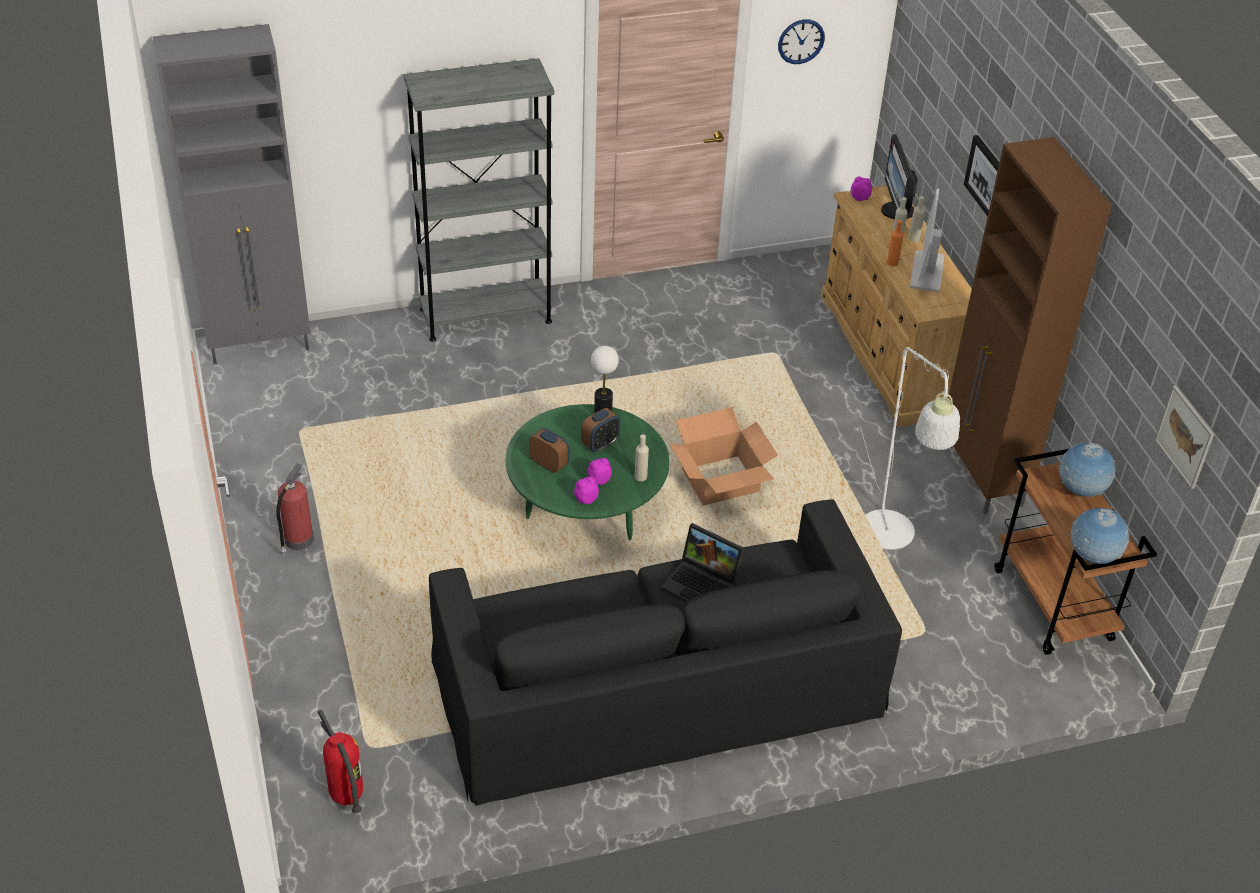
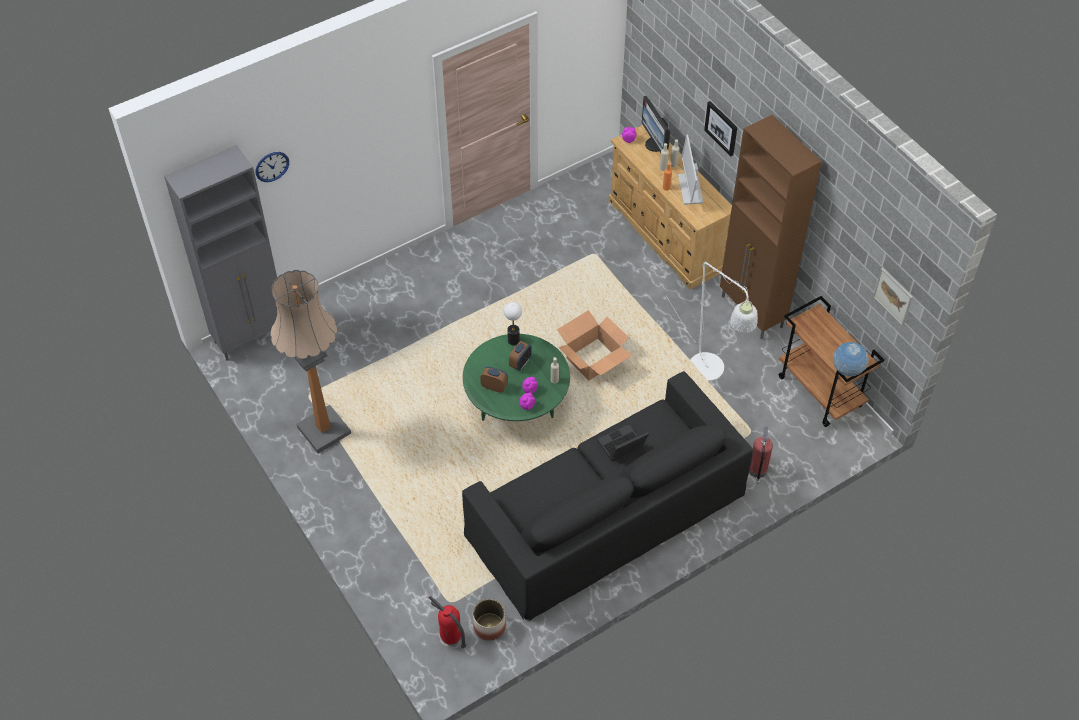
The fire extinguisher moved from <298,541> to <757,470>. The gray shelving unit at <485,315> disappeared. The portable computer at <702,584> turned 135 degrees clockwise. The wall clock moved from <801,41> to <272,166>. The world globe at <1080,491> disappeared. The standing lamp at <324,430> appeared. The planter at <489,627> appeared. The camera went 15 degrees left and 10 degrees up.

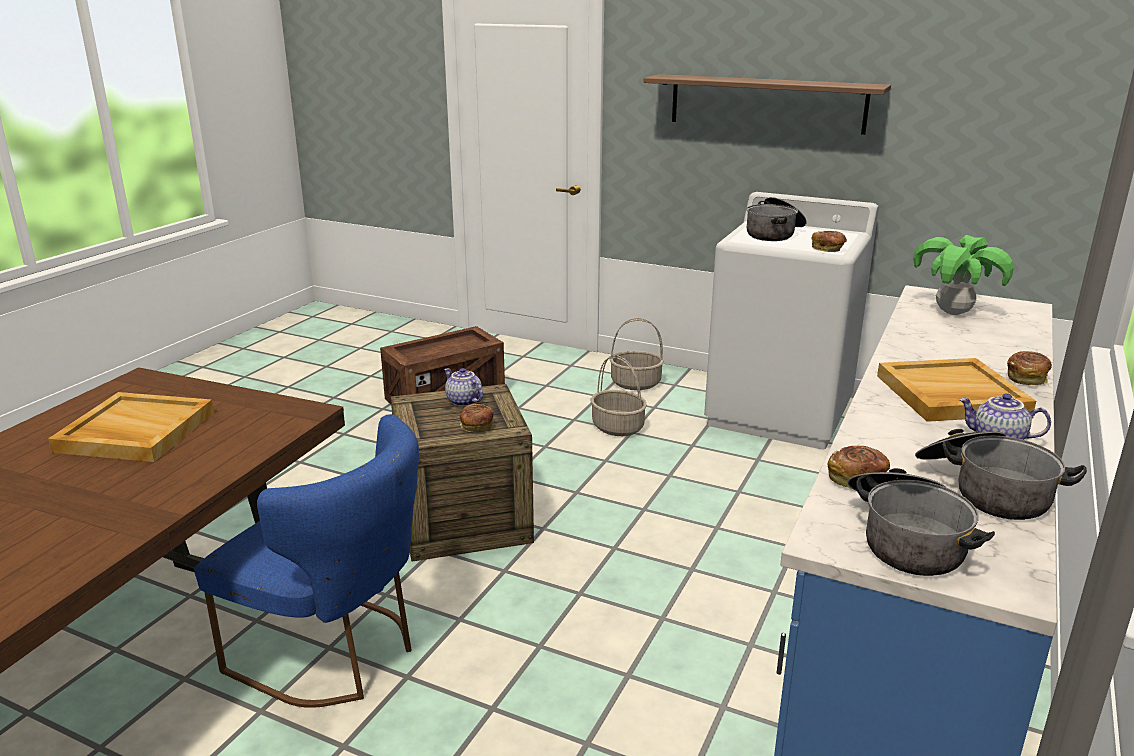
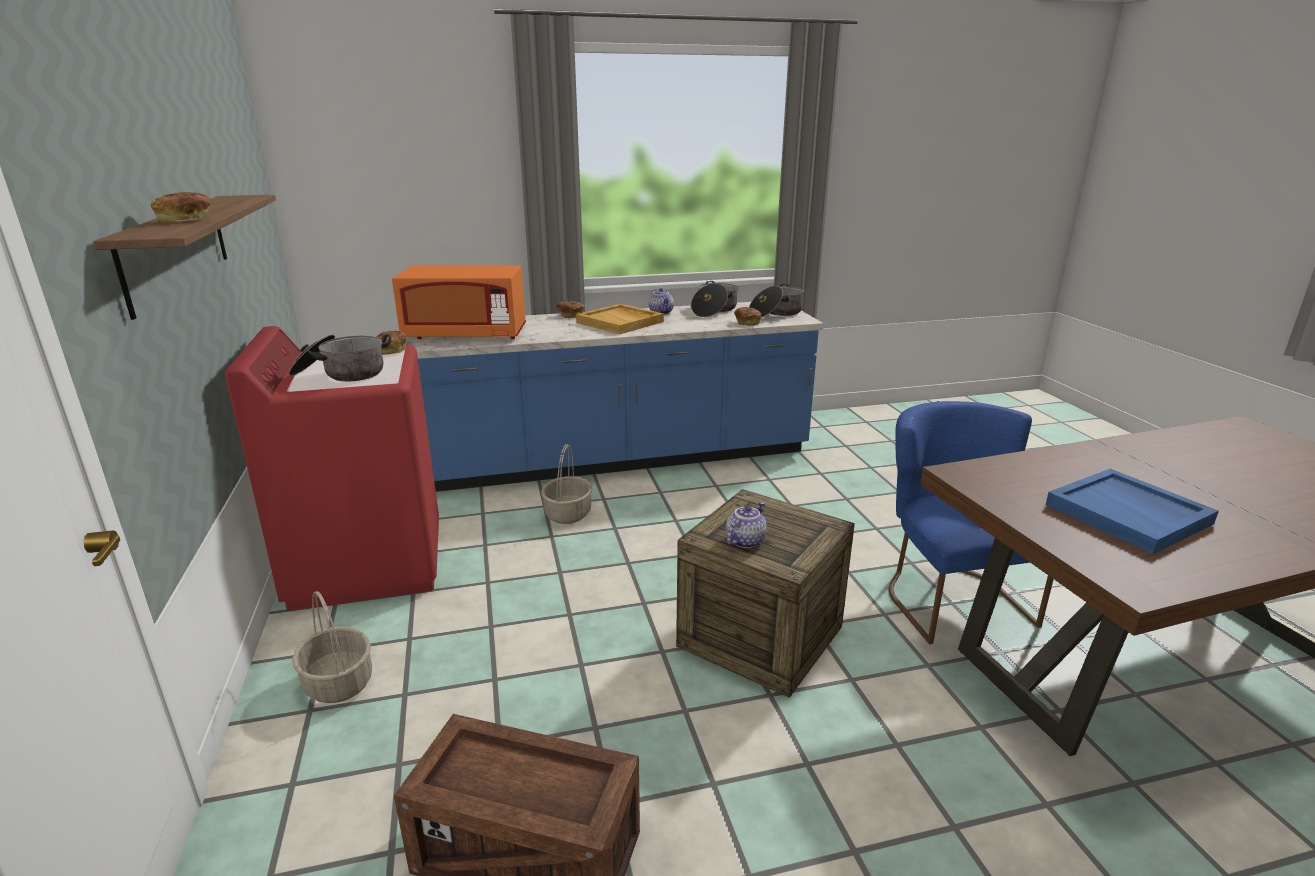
The beige serving tray at <134,432> became the blue-coloured serving tray at <1129,514>. The tea pot at <463,401> turned 150 degrees counterclockwise. The bakery bread moved from <476,427> to <186,220>. The storage basket moved from <618,427> to <568,513>. The white washing machine at <780,413> became the red washing machine at <367,562>. The potted plant at <953,313> was replaced by the orangey kitchen microwave at <466,335>. The camera went 130 degrees left and 0 degrees up.

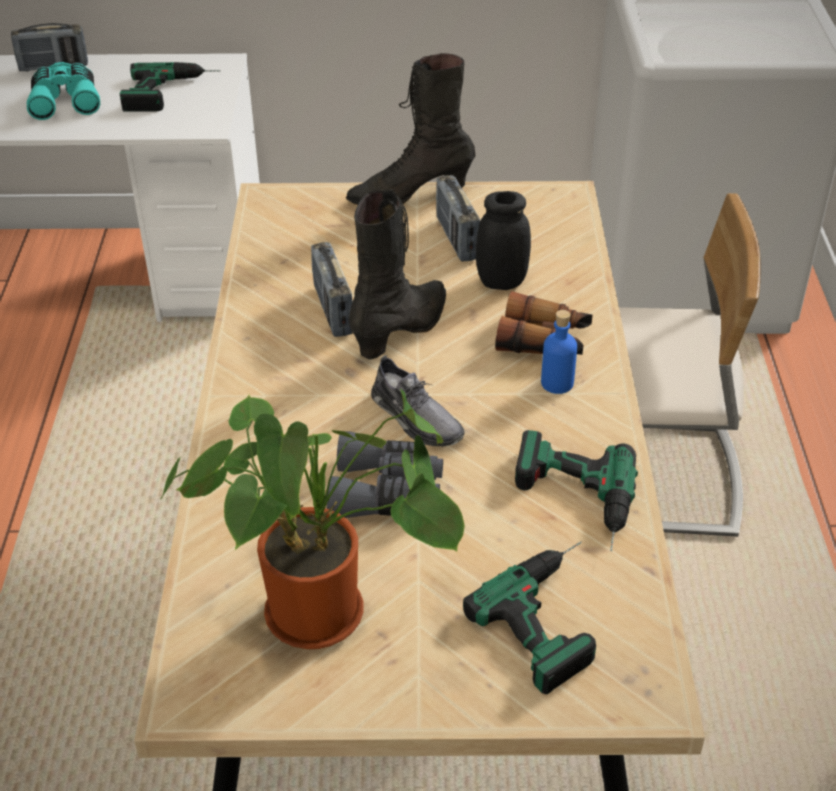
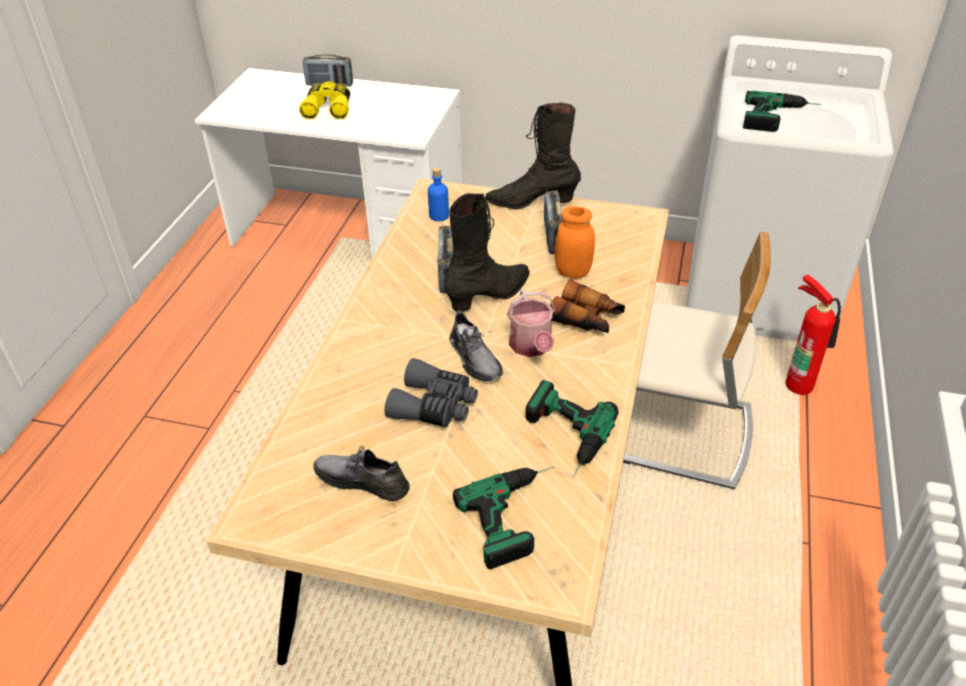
The turquoise field glasses at <65,101> became the yellow field glasses at <328,108>. The power drill moved from <172,92> to <781,117>. The potted plant at <326,612> was replaced by the gray low shoe at <362,480>. The black-coloured storage jar at <501,282> became the orangey storage jar at <572,272>. The blue-coloured beverage bottle moved from <557,383> to <439,215>. The watering can at <532,347> appeared. The fire extinguisher at <799,383> appeared. The camera went 15 degrees right and 0 degrees up.

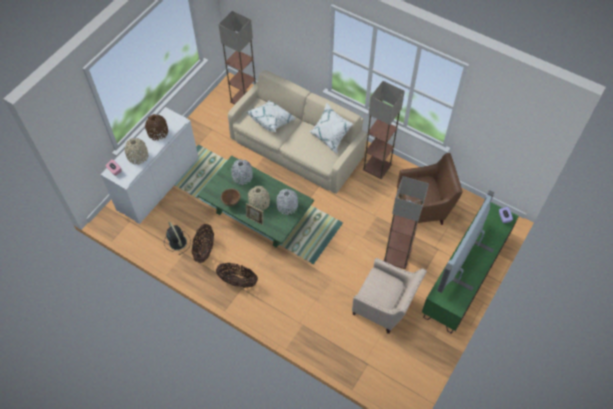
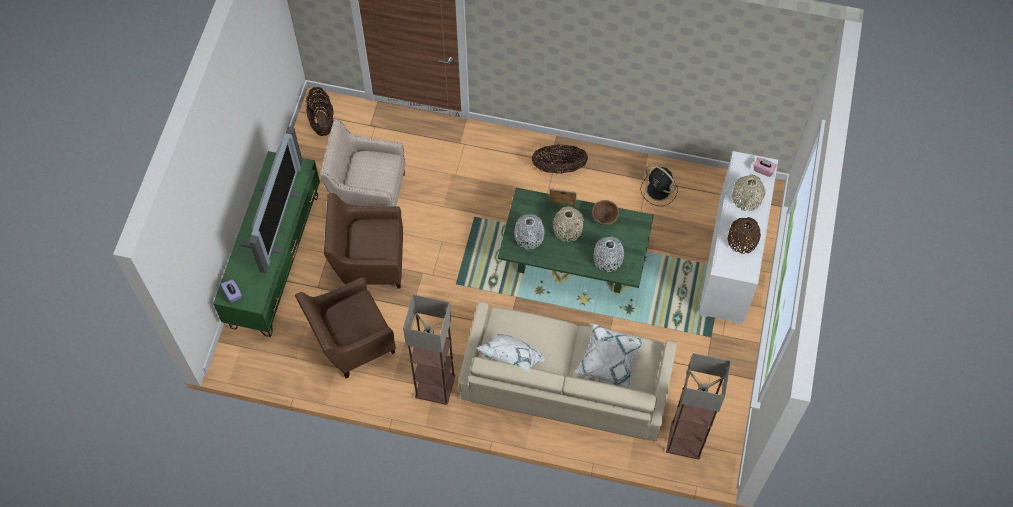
The storage basket moved from <204,249> to <322,121>. The standing lamp at <397,256> was replaced by the brown-coloured easy chair at <369,260>. The camera went 160 degrees right and 5 degrees up.

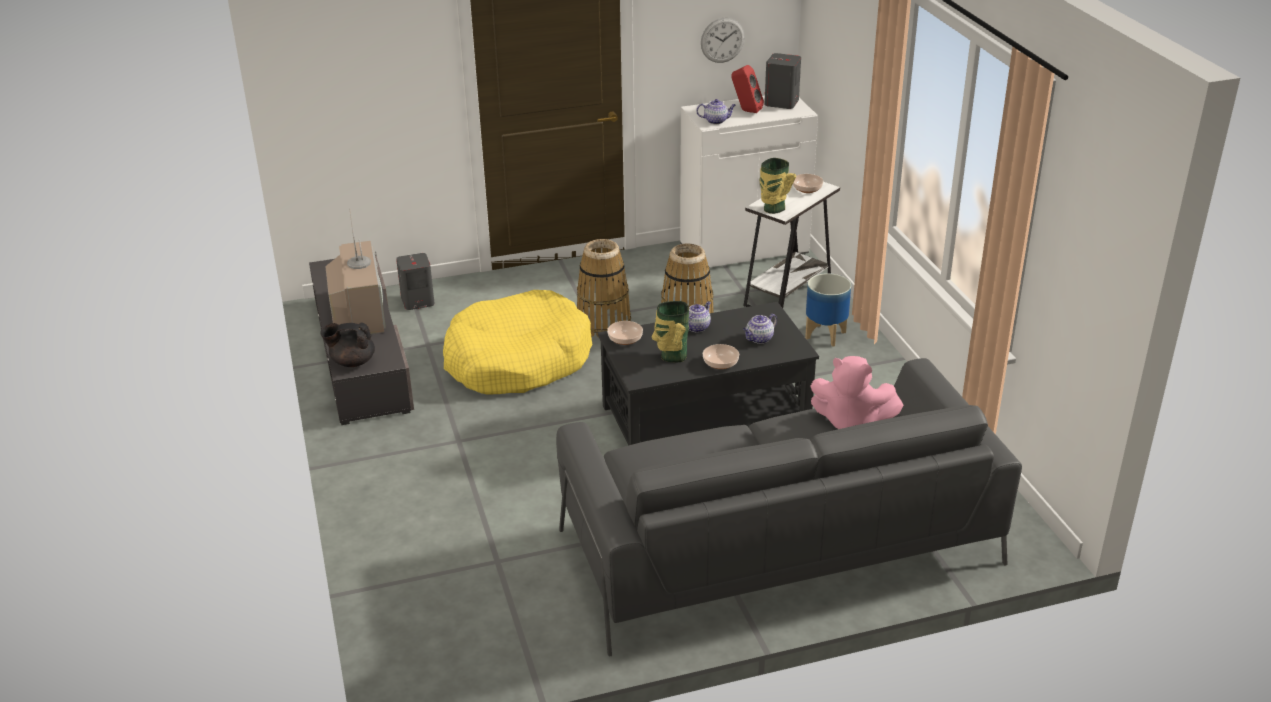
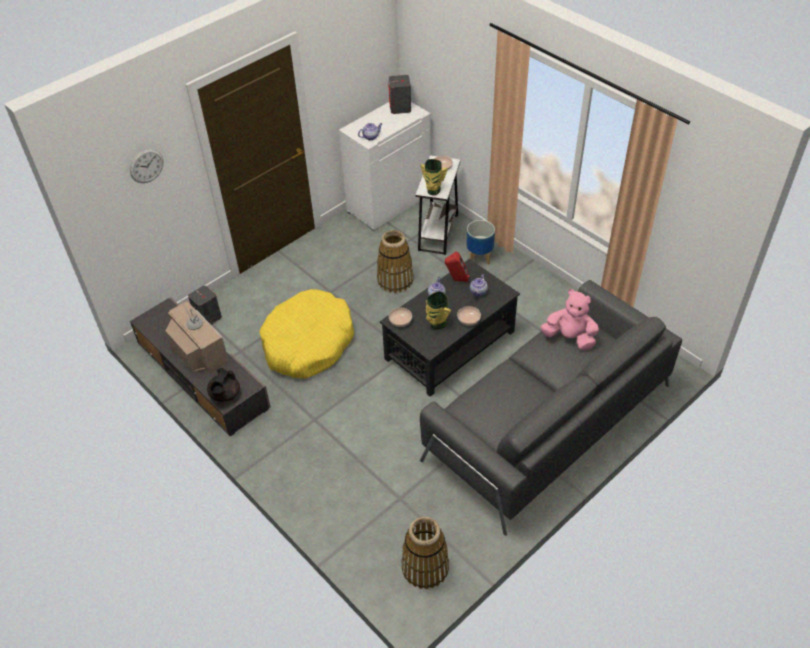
The black-coloured tea pot at <352,362> turned 45 degrees counterclockwise. The storage basket moved from <603,323> to <425,567>. The wall clock moved from <722,40> to <146,166>. The red loudspeaker moved from <746,111> to <456,280>. The pinkish cuddly toy at <851,422> turned 150 degrees counterclockwise. The camera went 25 degrees left and 15 degrees up.

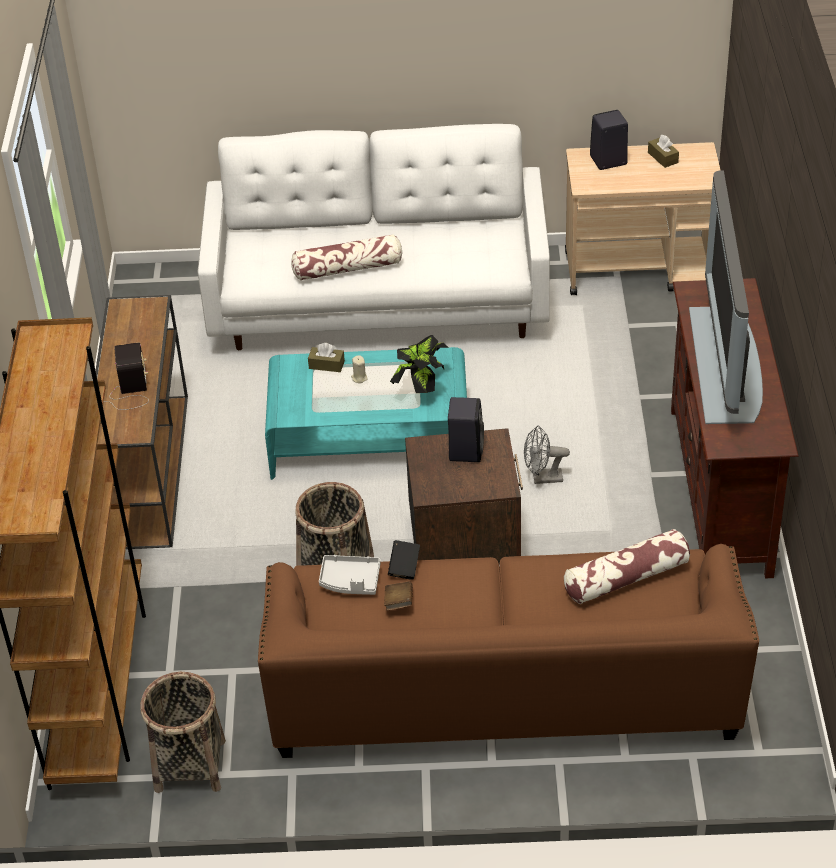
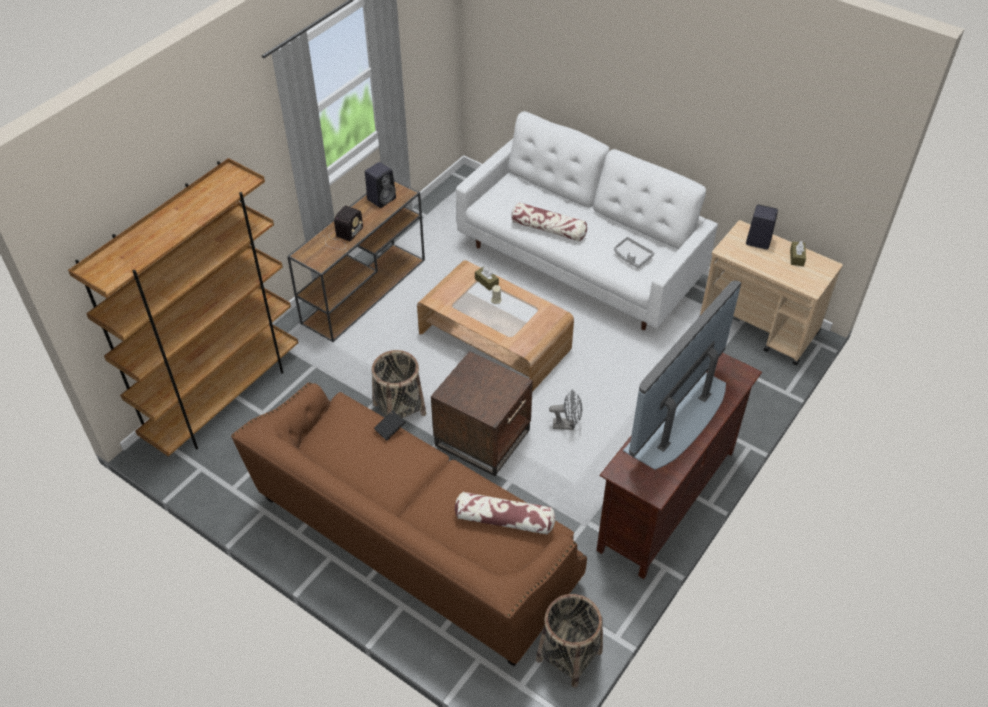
The storage basket moved from <190,765> to <568,656>. The turquoise coffee table at <370,439> became the brown-coloured coffee table at <494,341>. The gray serving tray moved from <350,581> to <632,256>. The brown-coloured volume at <398,602> disappeared. The potted plant at <421,387> disappeared. The black-coloured loudspeaker moved from <465,449> to <382,198>. The gray cooling fan at <542,478> turned 150 degrees clockwise. The camera went 35 degrees right and 5 degrees up.

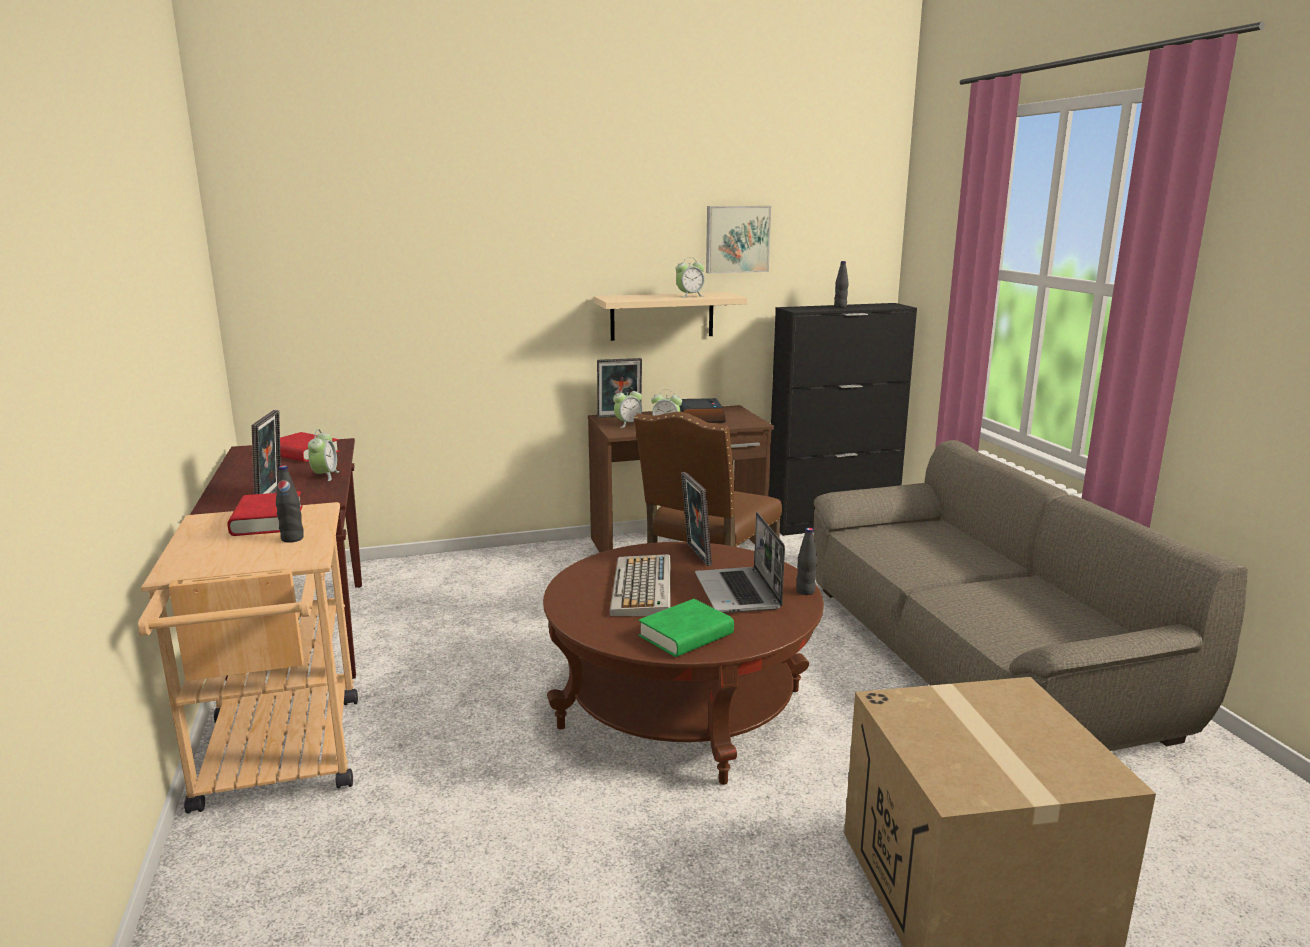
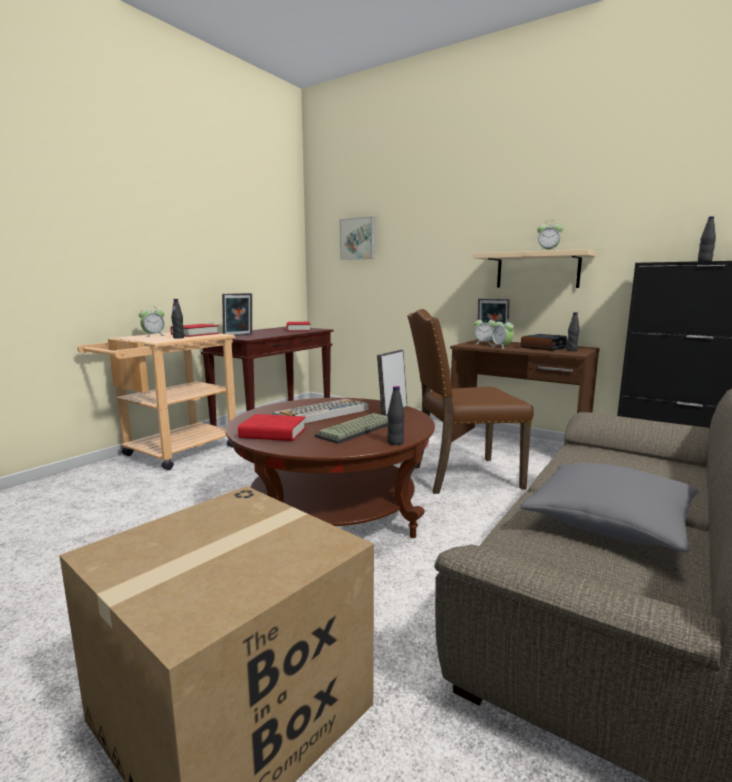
The table clock moved from <325,476> to <153,335>. The green-coloured volume at <686,635> became the red volume at <273,433>. The portable computer at <739,592> was replaced by the keyboard at <357,430>. The picture moved from <737,239> to <358,239>. The gray pillow at <609,523> appeared. The black-coloured beverage bottle at <571,350> appeared. The camera went 50 degrees right and 5 degrees down.

